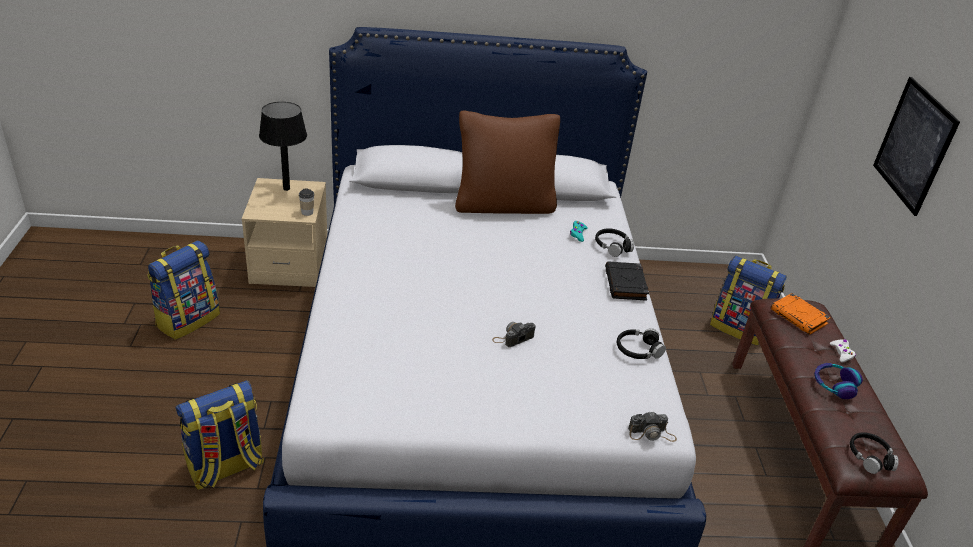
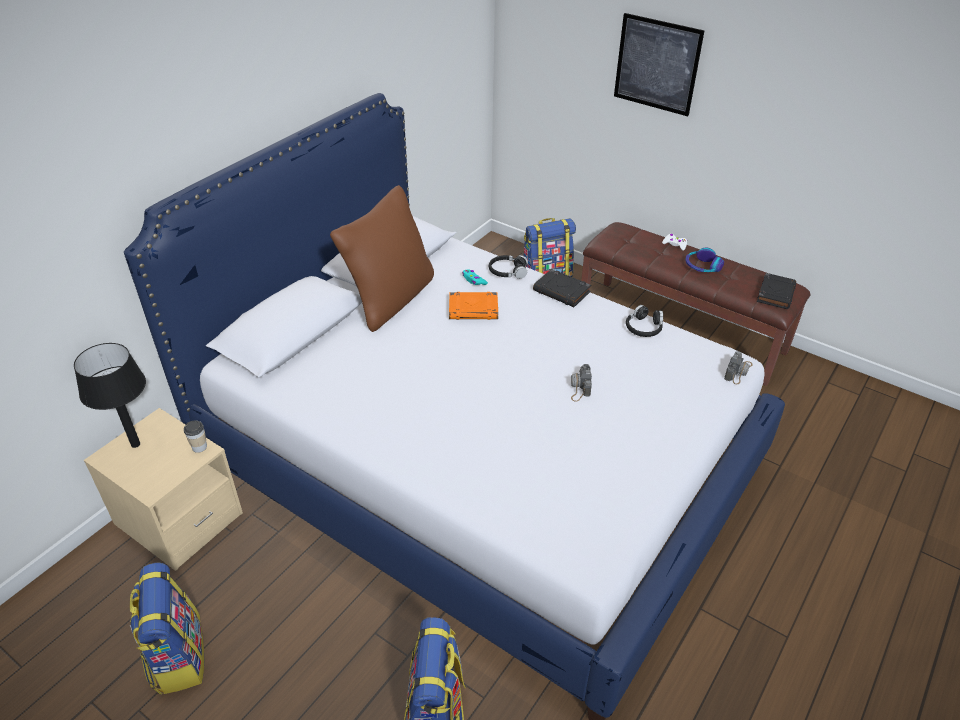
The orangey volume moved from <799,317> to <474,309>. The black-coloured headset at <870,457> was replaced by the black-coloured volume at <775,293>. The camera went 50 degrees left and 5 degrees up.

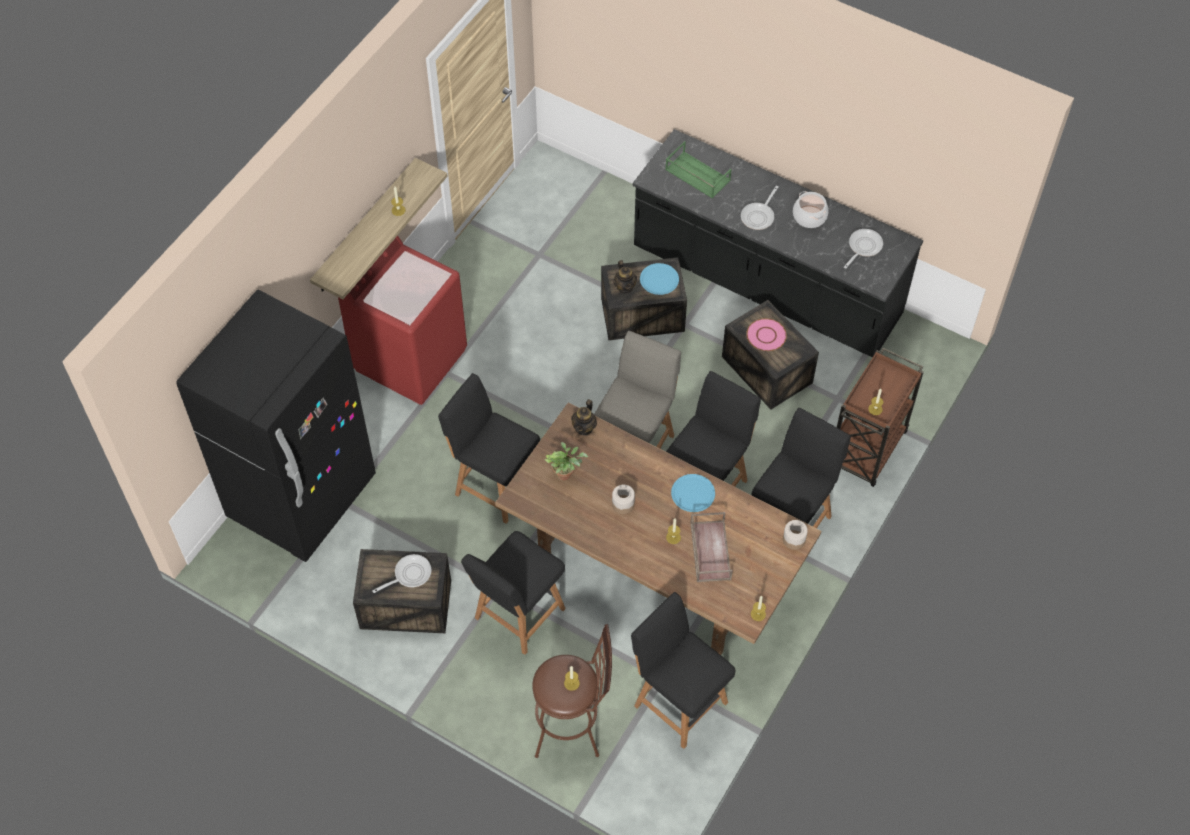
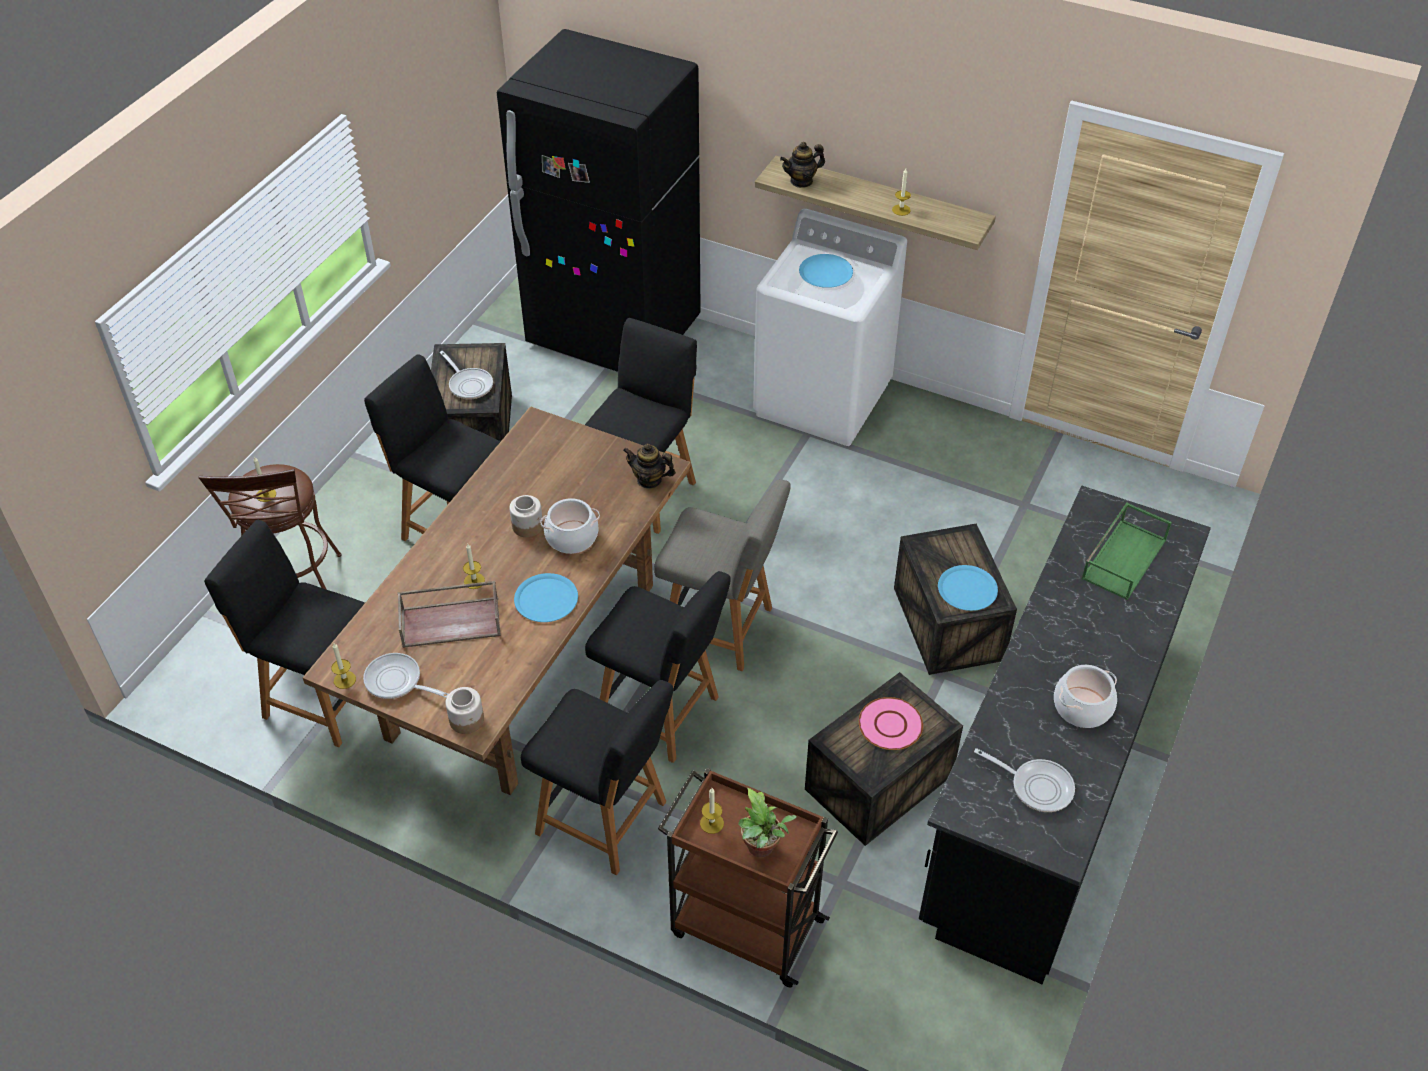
The red washing machine at <411,358> became the white washing machine at <823,399>. The potted plant moved from <566,473> to <762,849>. The tea pot moved from <625,287> to <801,181>. The black-coloured upright chair at <678,702> turned 105 degrees counterclockwise. The pan moved from <759,216> to <397,682>. The saucepot at <571,537> appeared. The blue-coloured plate at <825,272> appeared. The camera went 85 degrees right and 10 degrees down.

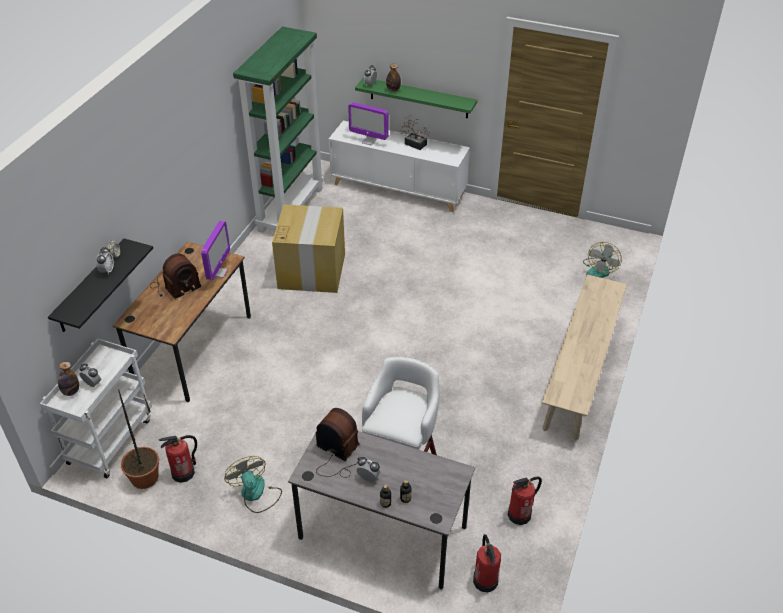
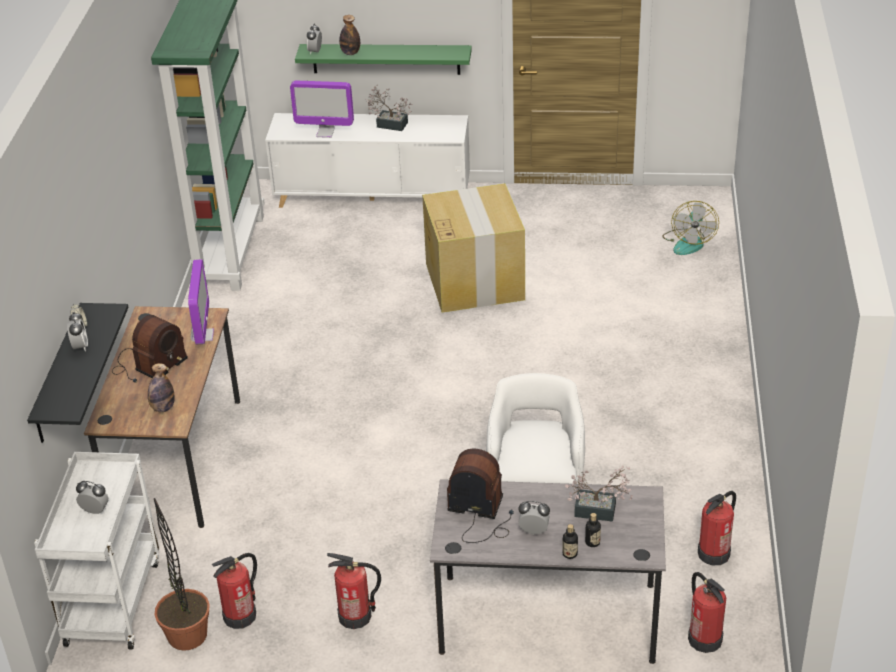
The beverage bottle moved from <71,392> to <163,408>. The cooling fan at <256,494> was replaced by the fire extinguisher at <355,616>. The carton moved from <312,270> to <474,281>. The beige indoor bench at <580,372> disappeared. The potted plant at <600,511> appeared. The camera went 15 degrees left and 5 degrees down.

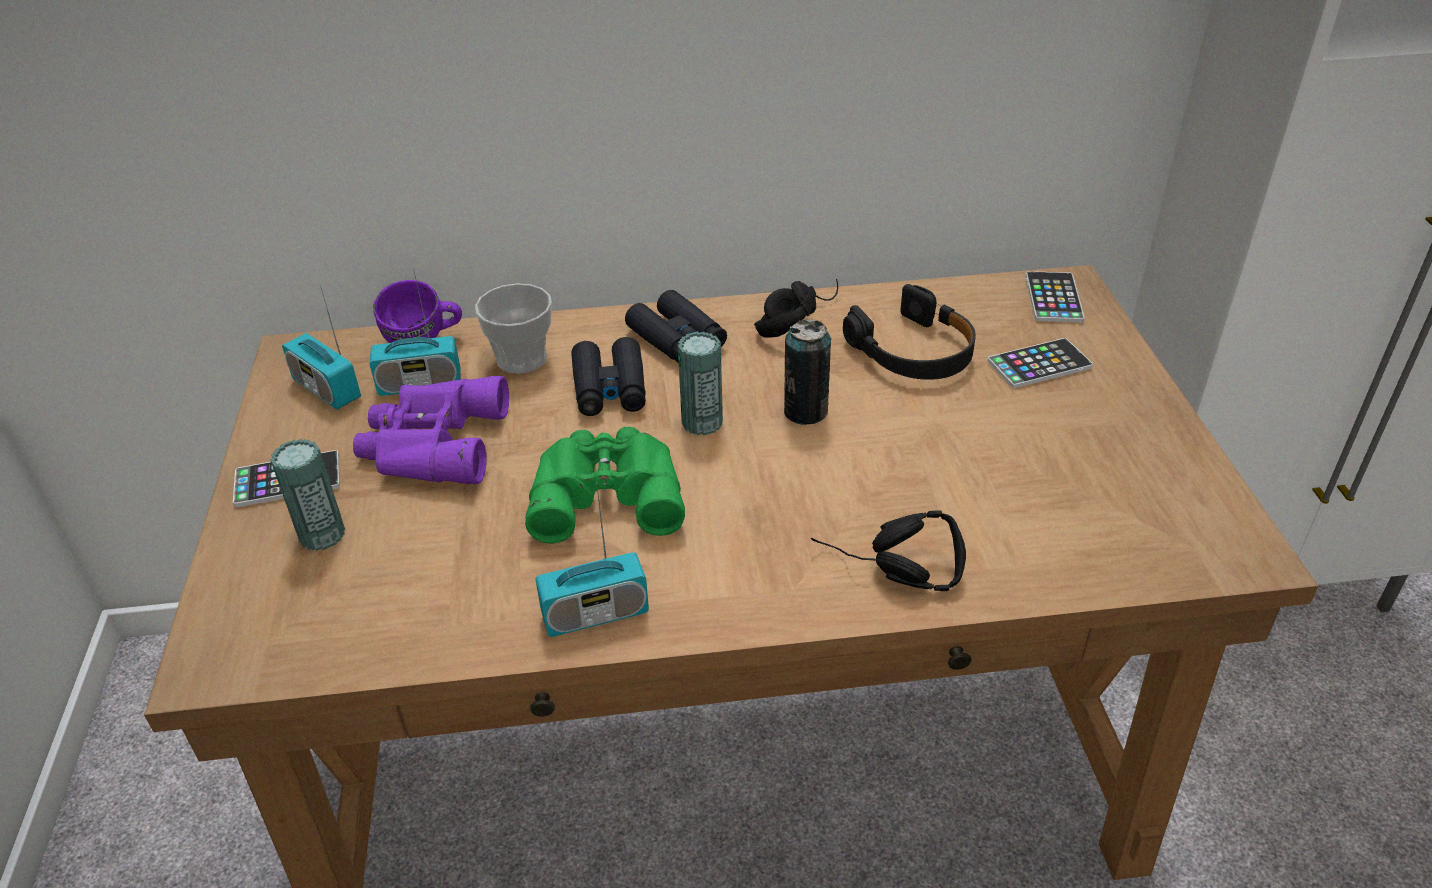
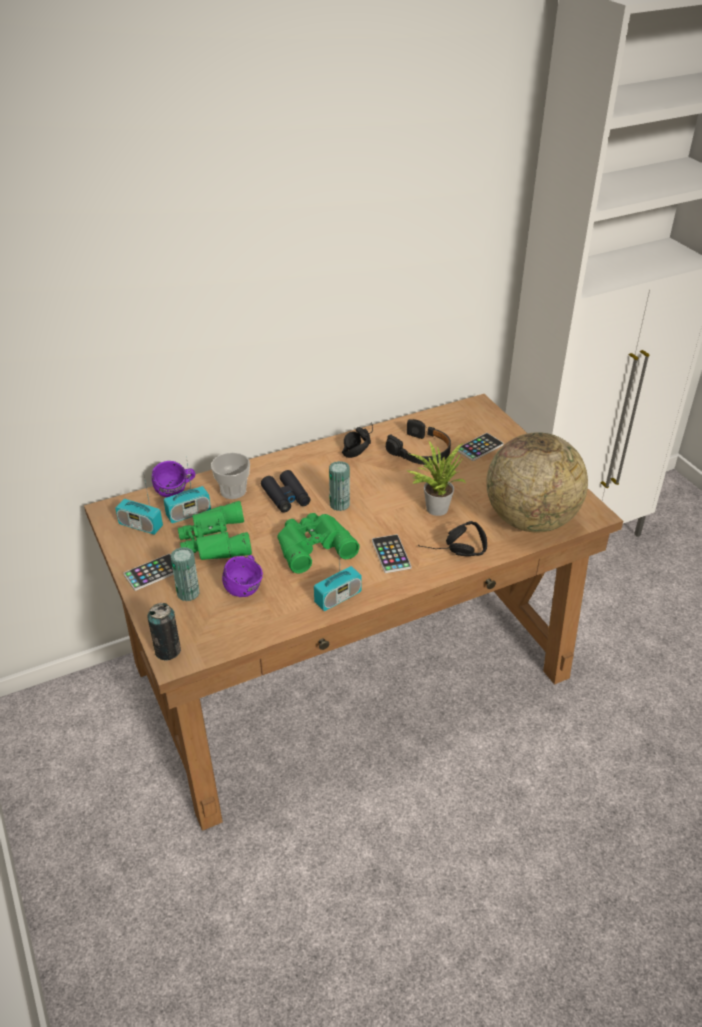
The purple-coloured field glasses at <431,444> became the green-coloured field glasses at <214,541>. The black-coloured field glasses at <677,338> disappeared. The sealed can moved from <805,411> to <167,650>. The phone moved from <1053,298> to <391,554>. The purple-coloured tea mug at <246,587> appeared. The potted plant at <434,507> appeared. The world globe at <530,520> appeared. The camera went 20 degrees left and 0 degrees up.

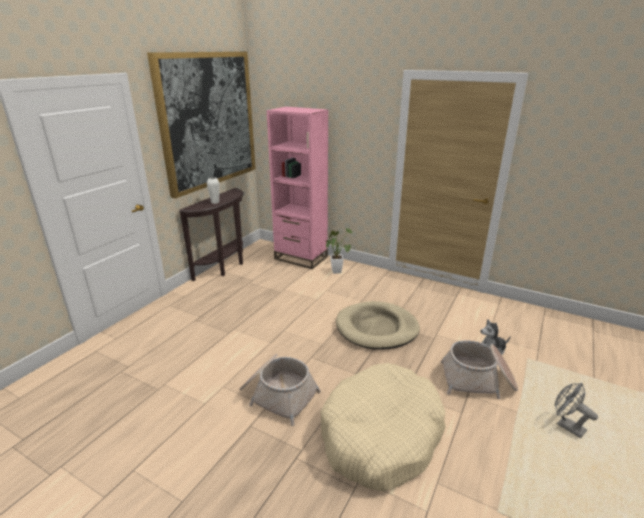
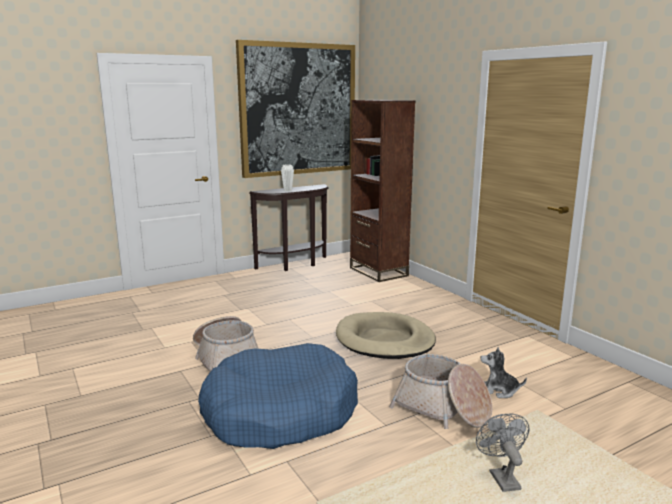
The pinkish shelving unit at <301,258> became the brown-coloured shelving unit at <378,272>. The beige dog bed at <381,435> became the blue-coloured dog bed at <279,413>. The potted plant at <336,270> disappeared. The camera went 30 degrees right and 10 degrees down.

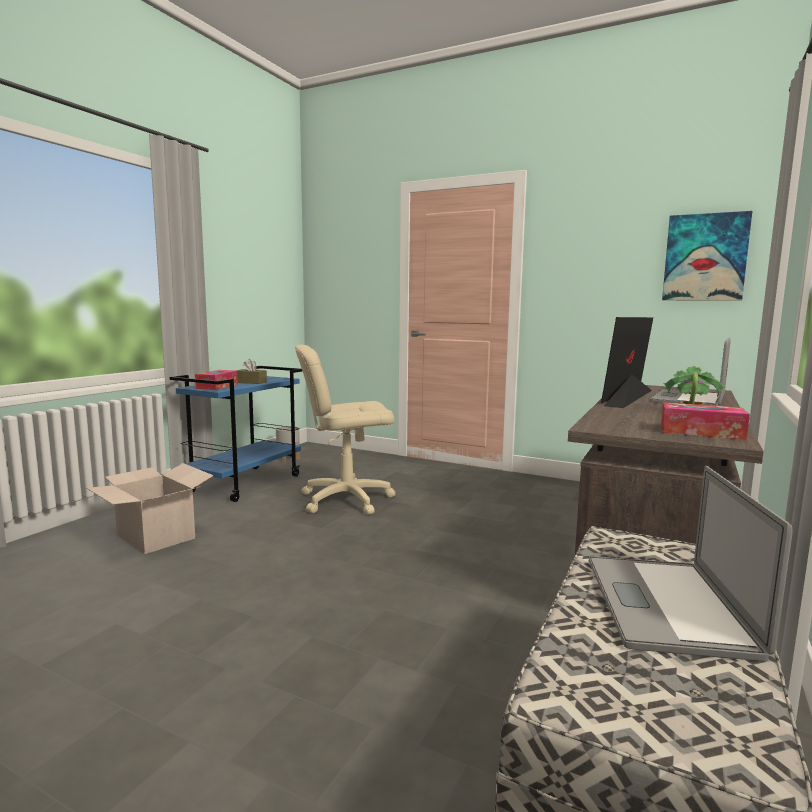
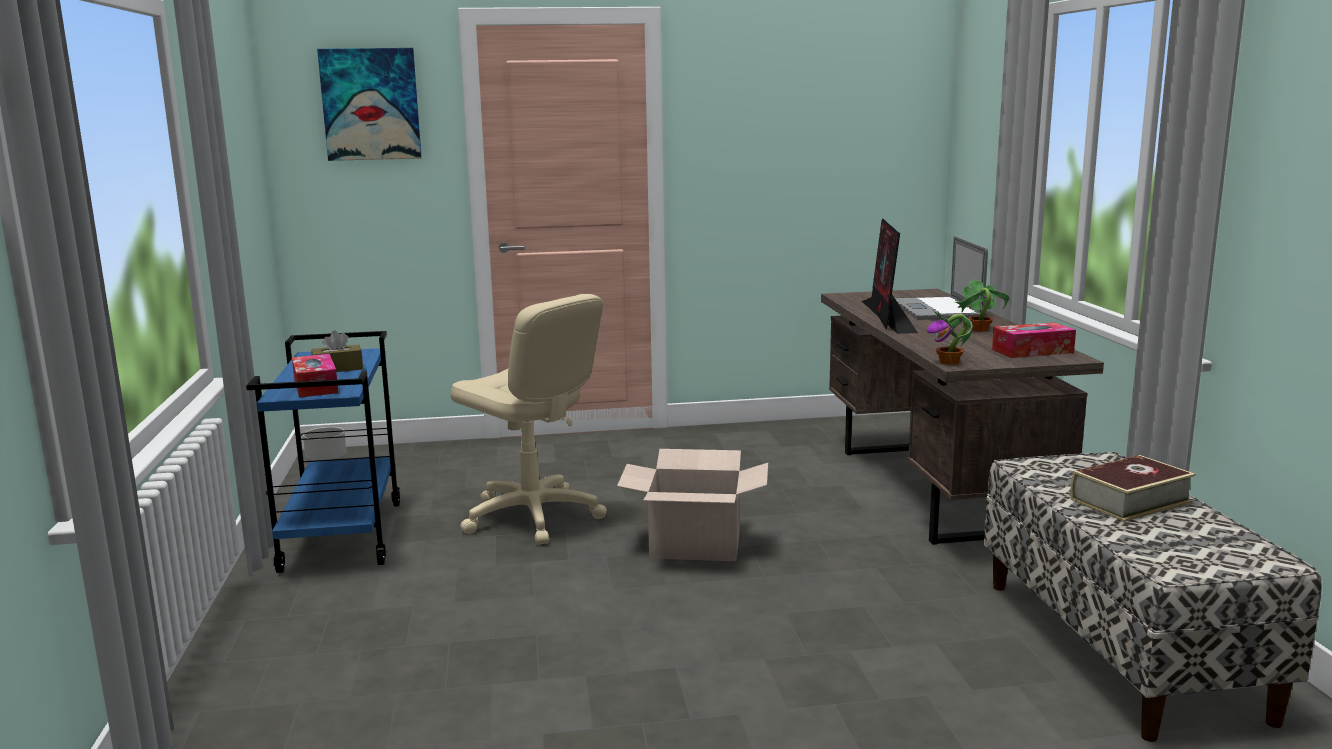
The carton moved from <156,536> to <695,545>. The beige office chair at <346,499> turned 90 degrees counterclockwise. The portable computer at <666,604> was replaced by the volume at <1130,501>. The picture moved from <705,257> to <371,104>. The potted plant at <949,362> appeared. The camera went 35 degrees left and 5 degrees up.

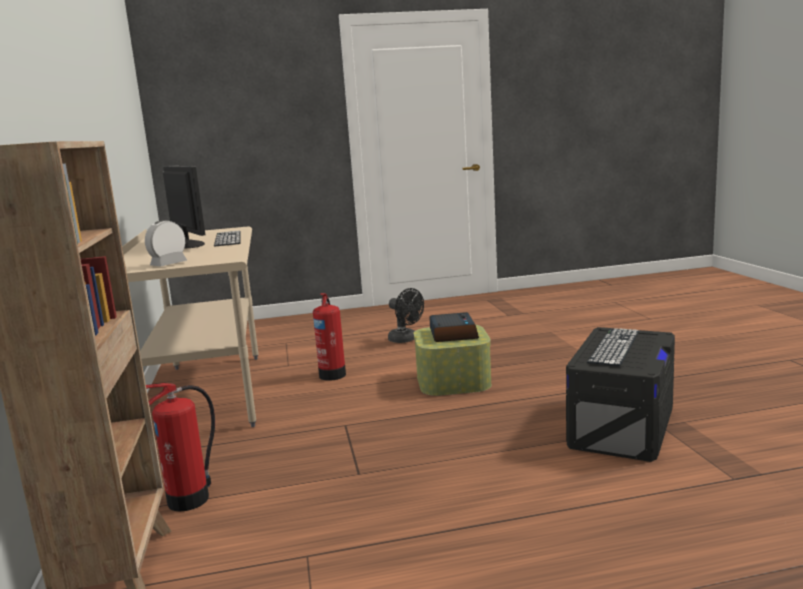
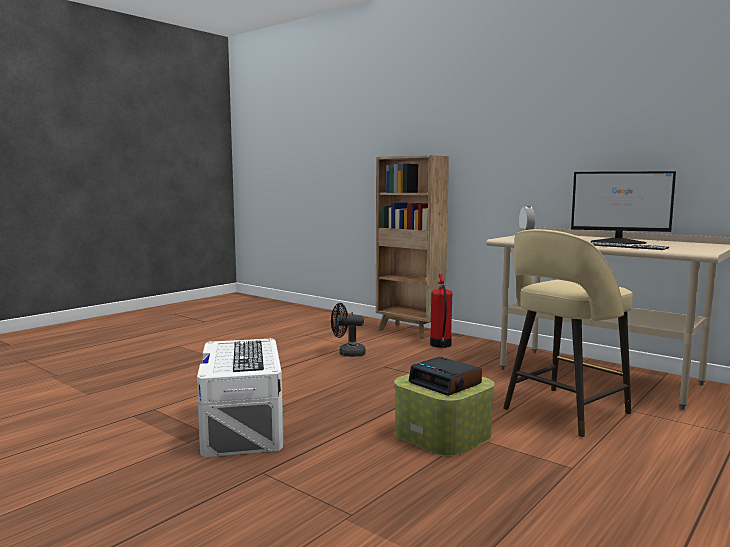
The fire extinguisher at <333,374> was replaced by the beige stool at <563,412>. The black-coloured cooling fan moved from <406,340> to <347,353>. The black-coloured storage bin at <621,425> became the white storage bin at <242,427>. The camera went 140 degrees right and 5 degrees down.

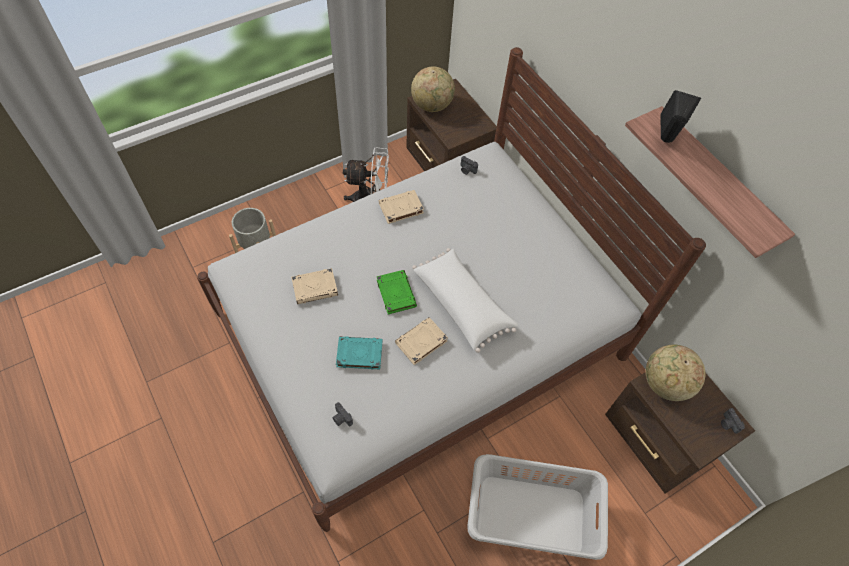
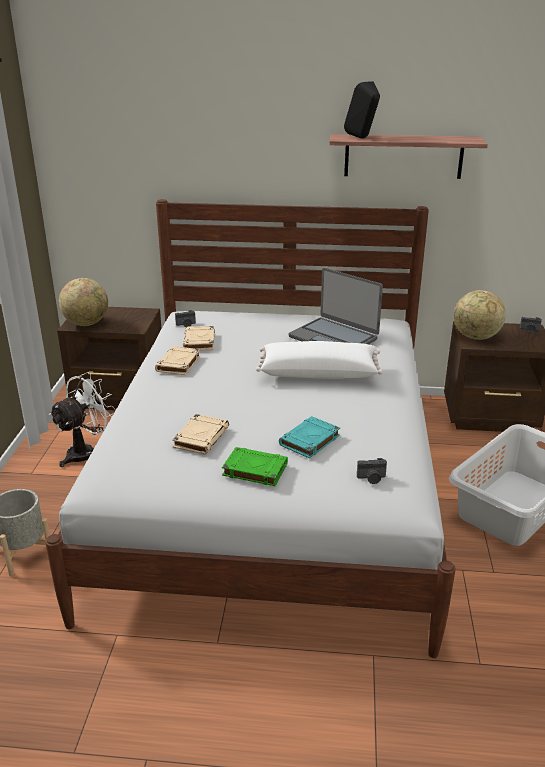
The green-coloured volume moved from <395,293> to <254,470>. The beige volume moved from <421,342> to <199,342>. The portable computer at <334,338> appeared. The camera went 50 degrees left and 30 degrees down.

